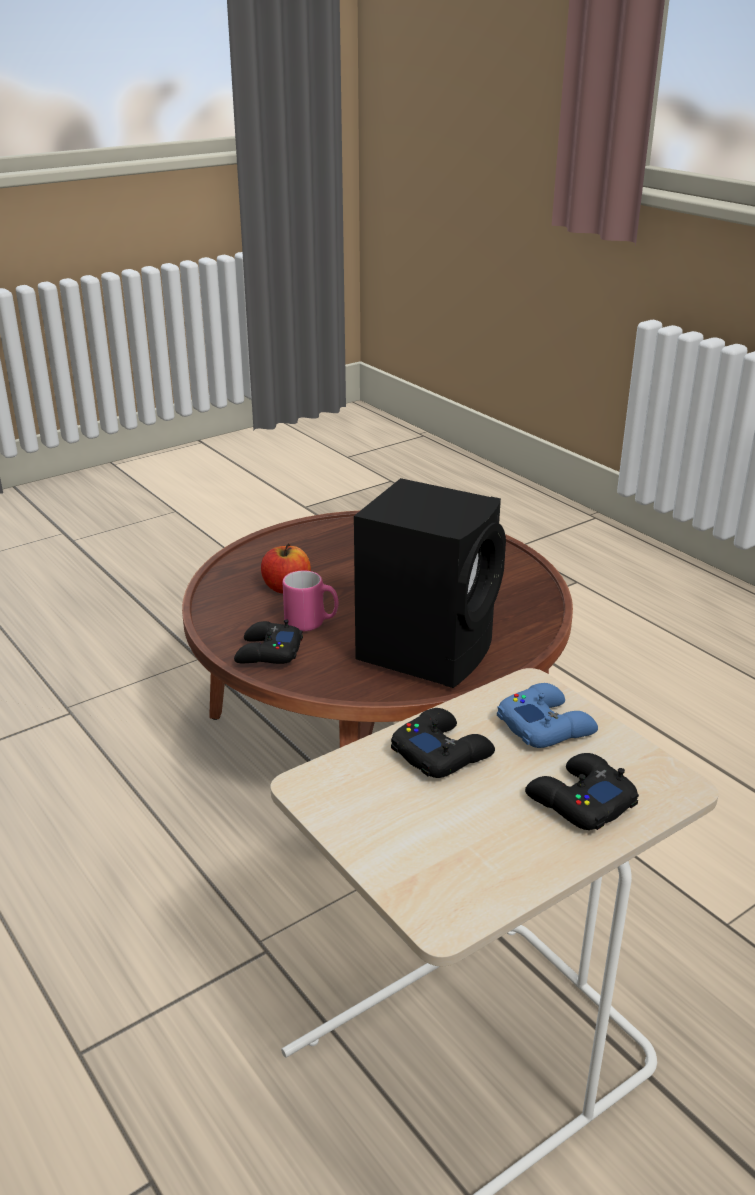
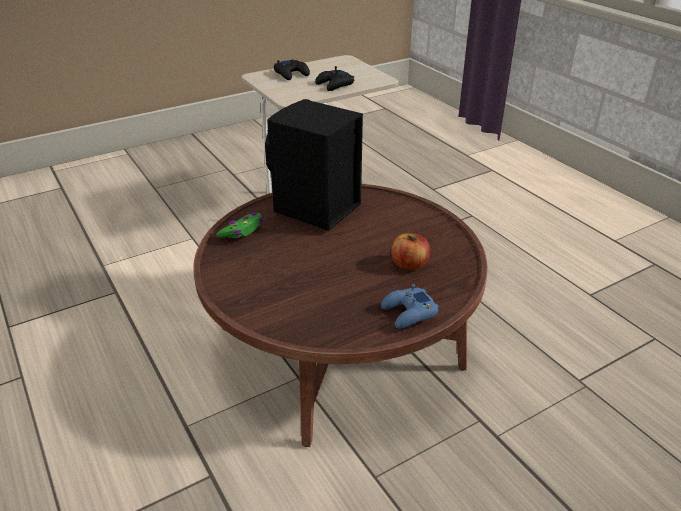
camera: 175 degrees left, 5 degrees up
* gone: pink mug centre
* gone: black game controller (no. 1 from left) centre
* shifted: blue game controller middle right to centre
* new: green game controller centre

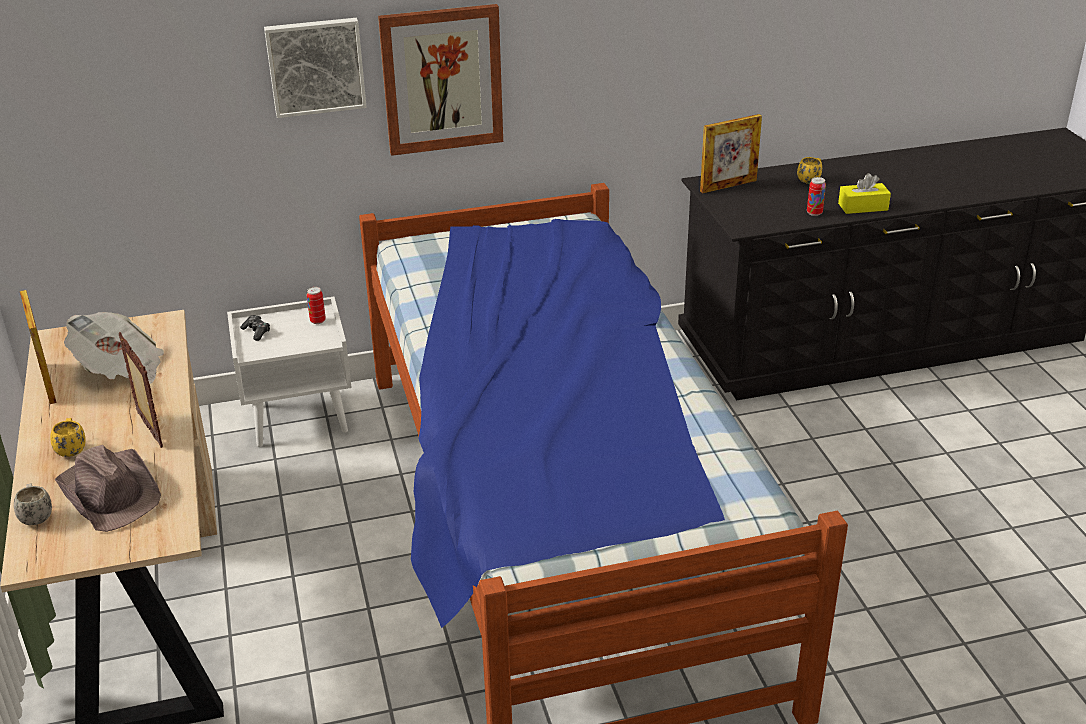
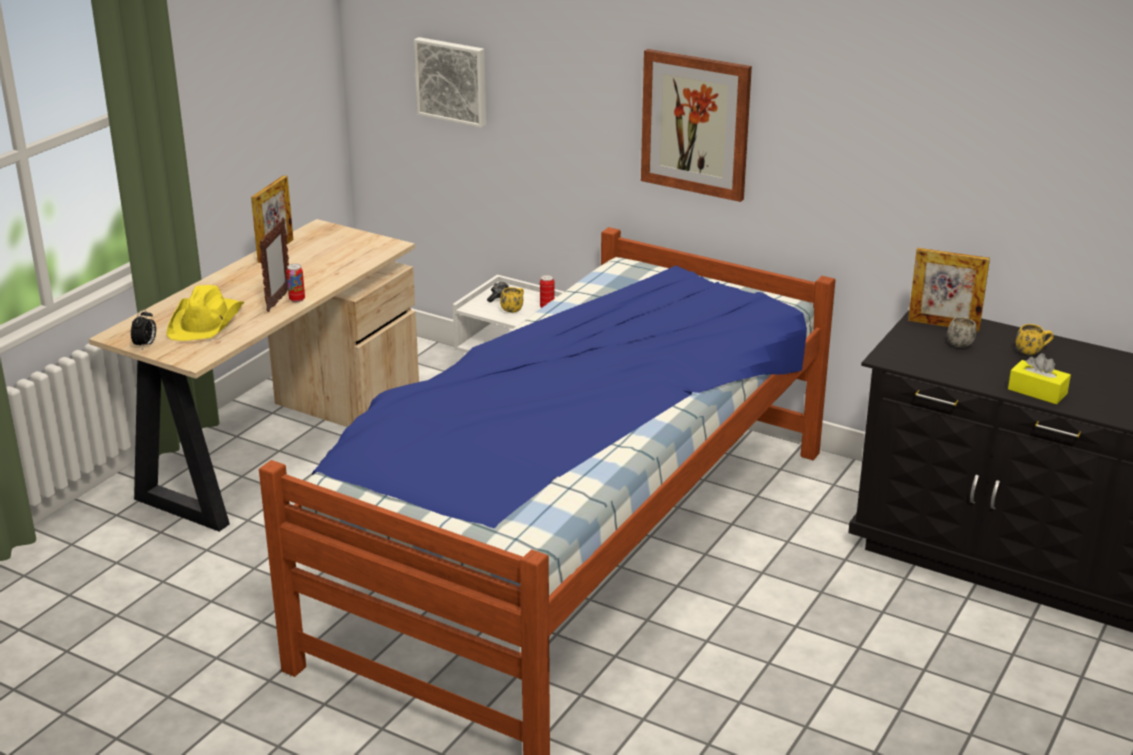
camera: 45 degrees right, 5 degrees down
* shifted: picture (no. 1 from left) top left to top centre
* shifted: can (no. 2 from left in the first image) top right to can (no. 1 from left) middle left
* gone: newspaper middle left
* shifted: yellow mug (no. 1 from left) middle left to centre
* repainted: brown hat bottom left to yellow hat middle left
* shifted: white mug bottom left to middle right
* new: alarm clock middle left

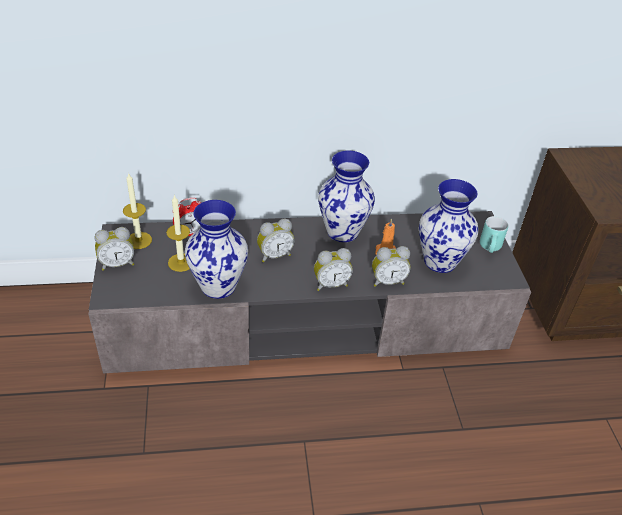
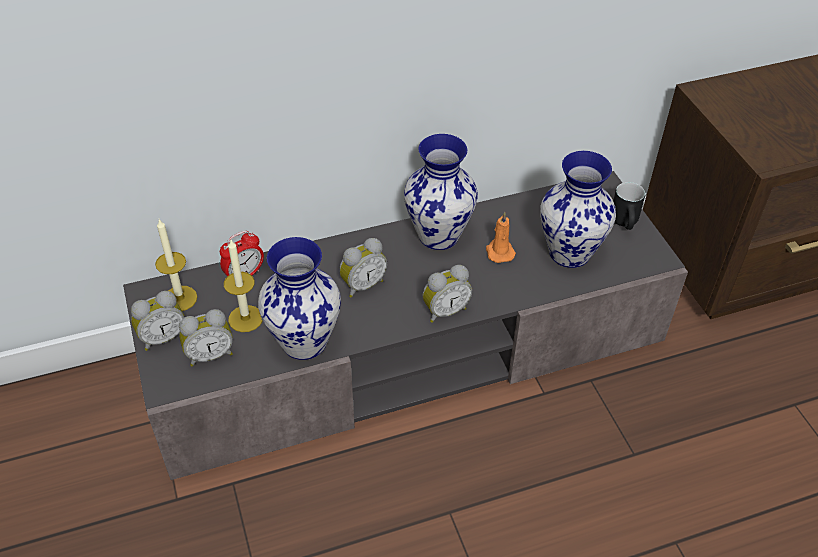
camera: 10 degrees left, 5 degrees up
* repainted: turquoise mug middle right to black mug middle right
* shifted: alarm clock (no. 5 from left in the first image) centre to alarm clock (no. 2 from left) middle left

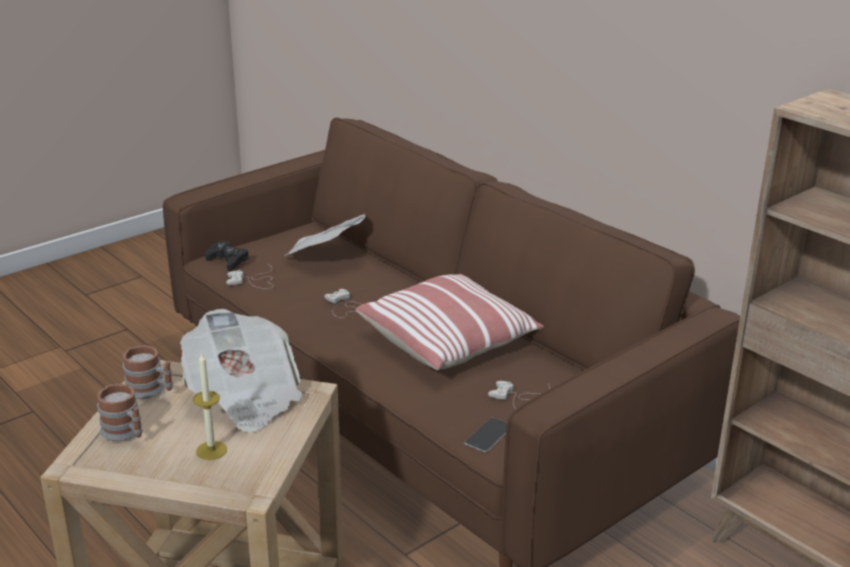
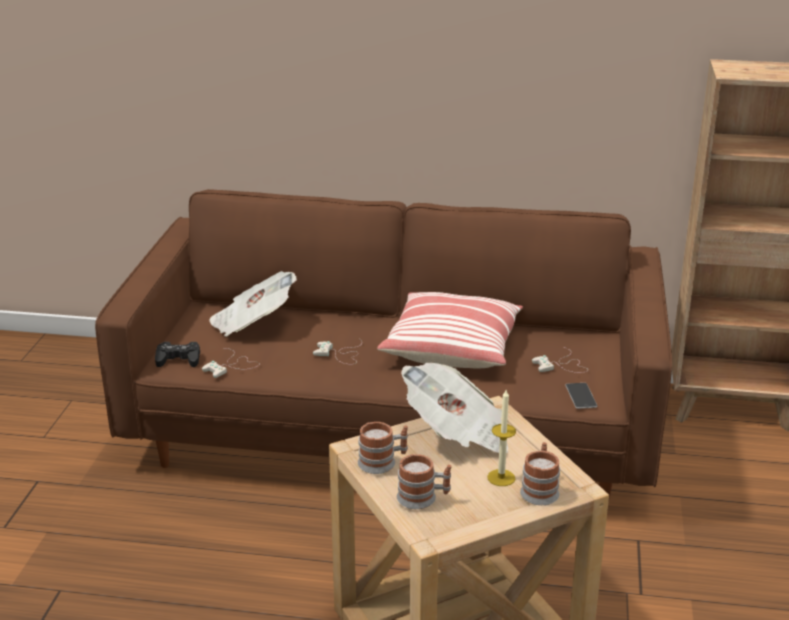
camera: 40 degrees left, 0 degrees up
* new: mug (no. 3 from left) bottom right

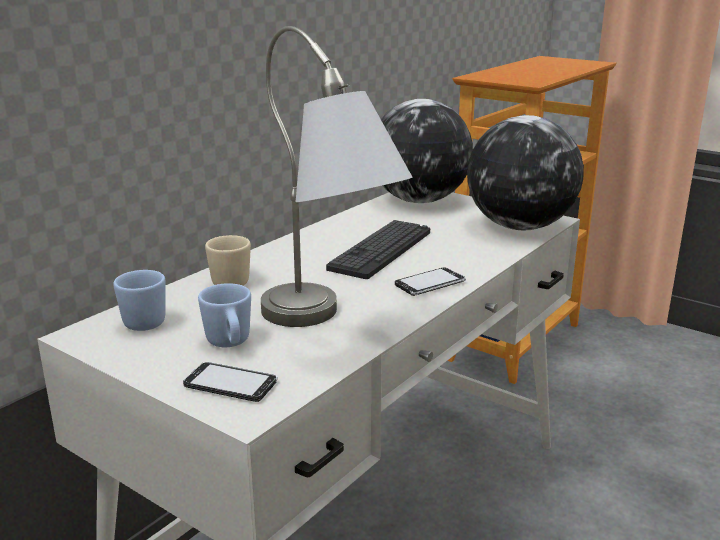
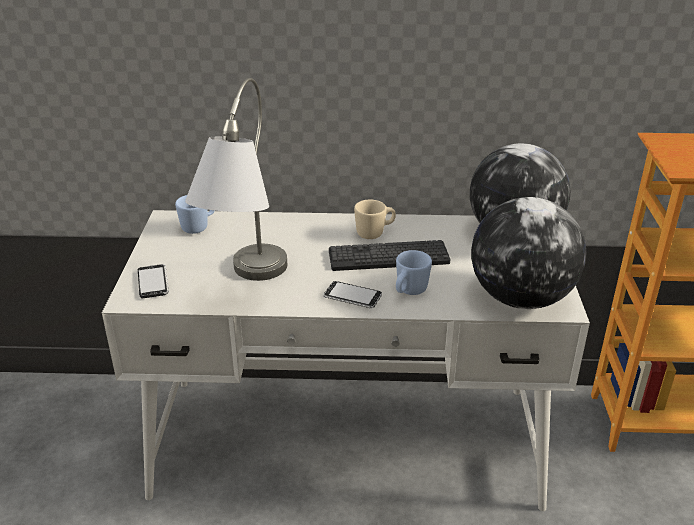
camera: 55 degrees right, 10 degrees up
* shifted: beige mug middle left to centre
* shifted: blue mug (no. 2 from left) middle left to centre

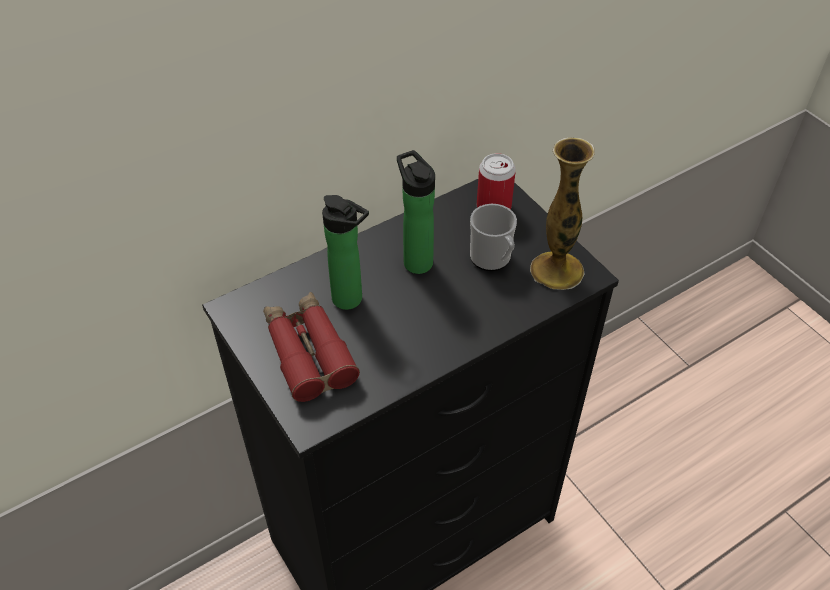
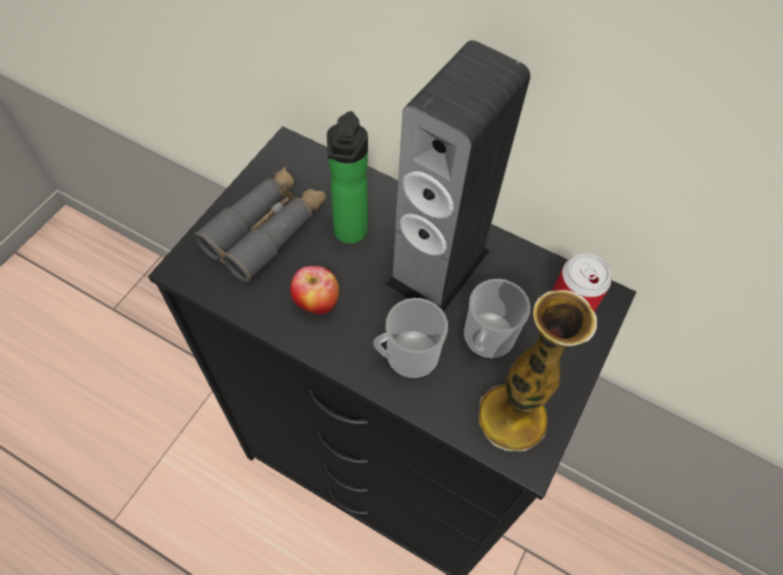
camera: 60 degrees right, 10 degrees up
* swapped: bottle (no. 2 from left) centre to speaker top centre
* repainted: red binoculars centre to grey binoculars middle left
* new: apple centre
* new: mug (no. 1 from left) centre

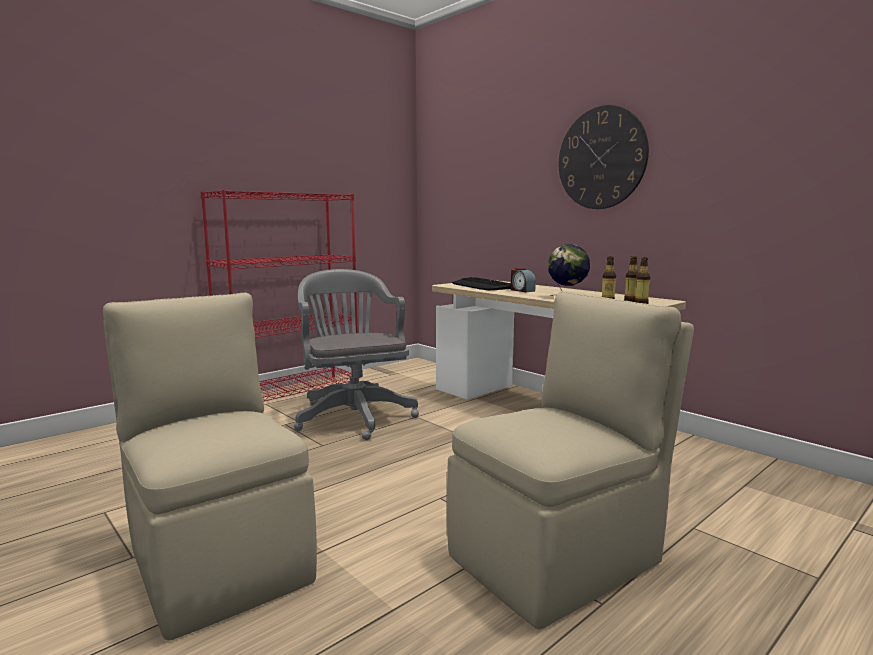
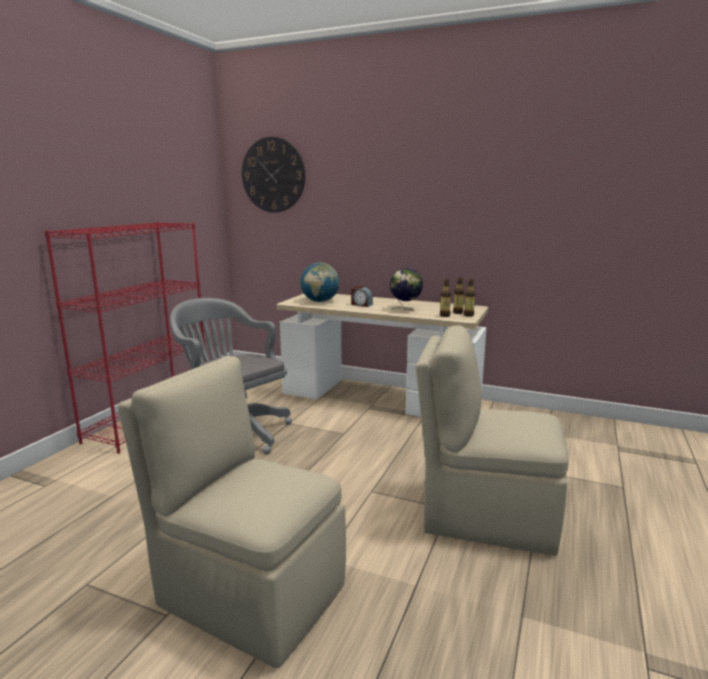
camera: 25 degrees left, 5 degrees up
* shifted: wall clock top right to top centre
* swapped: keyboard centre to globe (no. 1 from left) centre
* rotated: beige chair (no. 2 from left) bottom centre = middle right 105 degrees counterclockwise

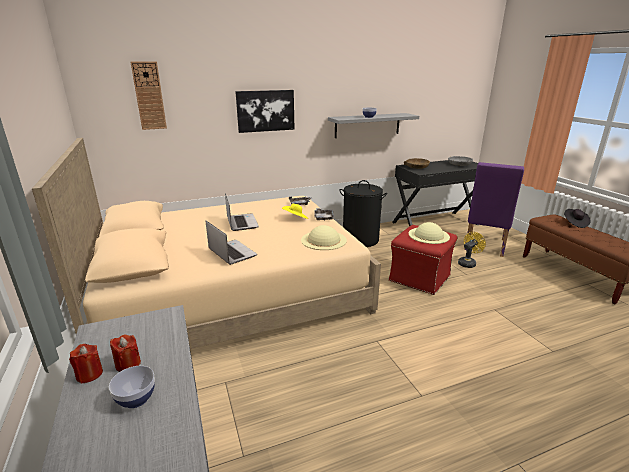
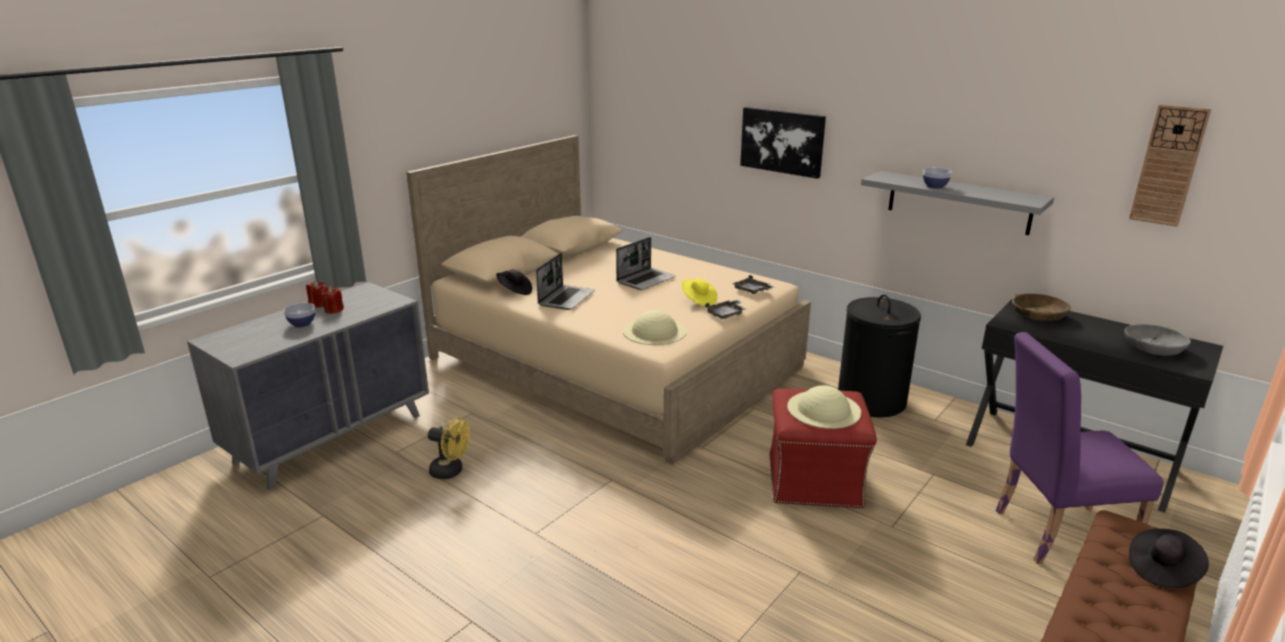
camera: 60 degrees right, 0 degrees up
* shifted: wall clock top left to top right
* shifted: yellow fan middle right to bottom centre
* new: black hat (no. 1 from left) centre

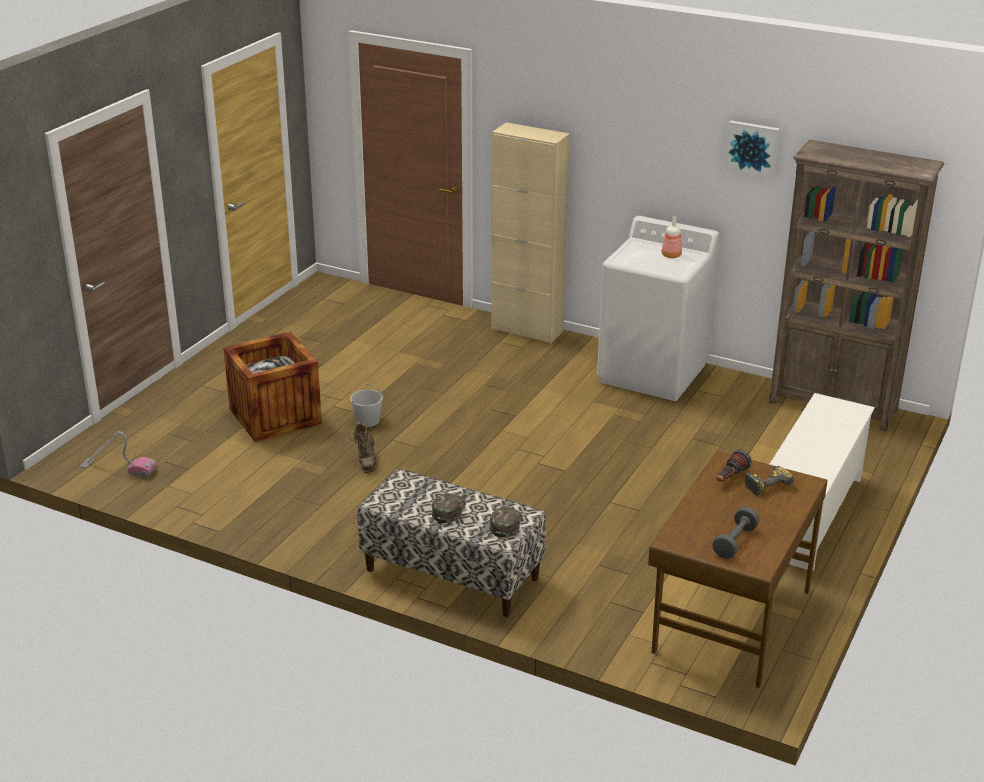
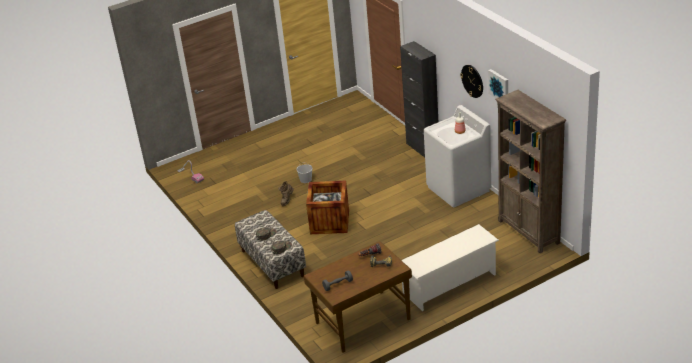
camera: 35 degrees right, 5 degrees up
* repainted: beige cabinet top centre to black cabinet top centre
* shifted: crate middle left to centre
* new: wall clock top right

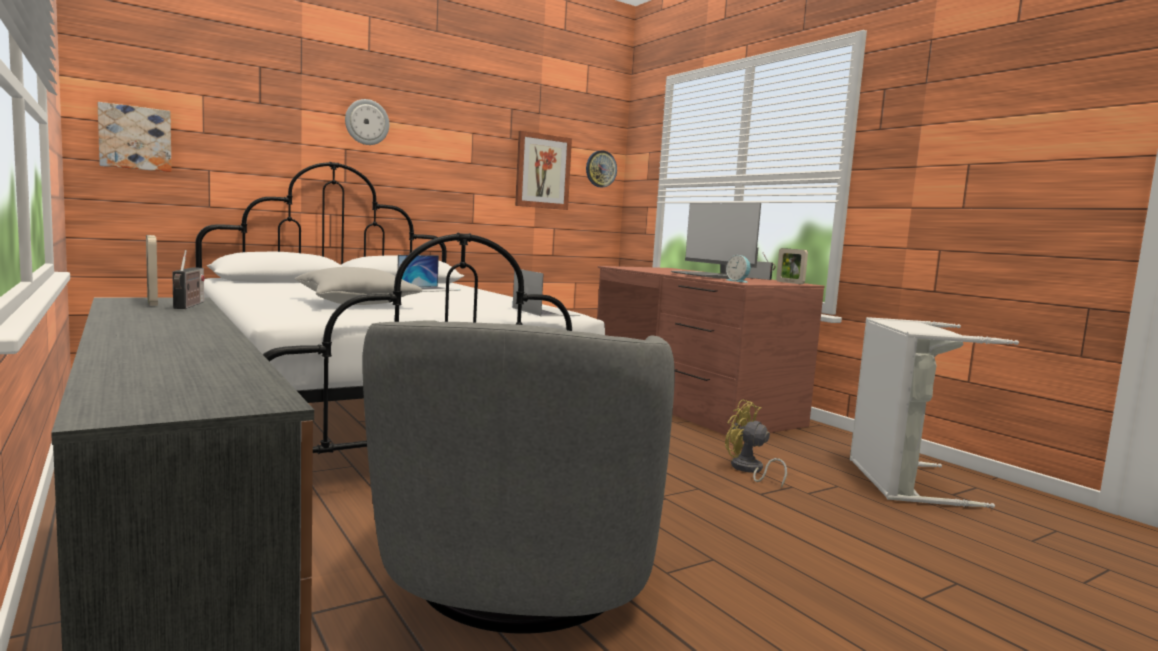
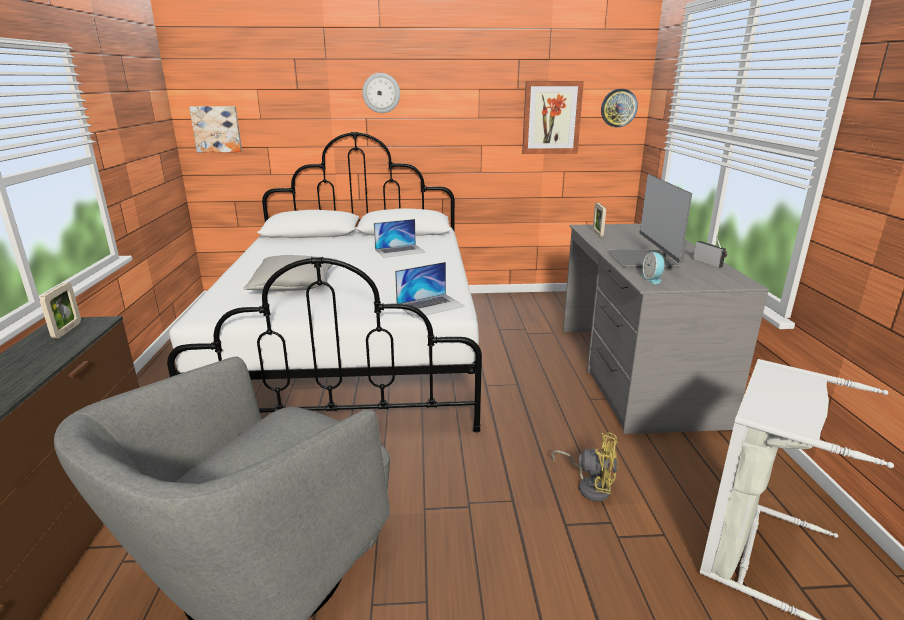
camera: 30 degrees right, 15 degrees up
* shifted: picture frame (no. 2 from left) middle right to centre
* gone: radio (no. 1 from left) middle left
* repainted: brown desk centre to grey desk middle right
* rotated: laptop (no. 2 from left) centre = centre 60 degrees clockwise
* rotated: yellow fan bottom centre = bottom centre 135 degrees clockwise

